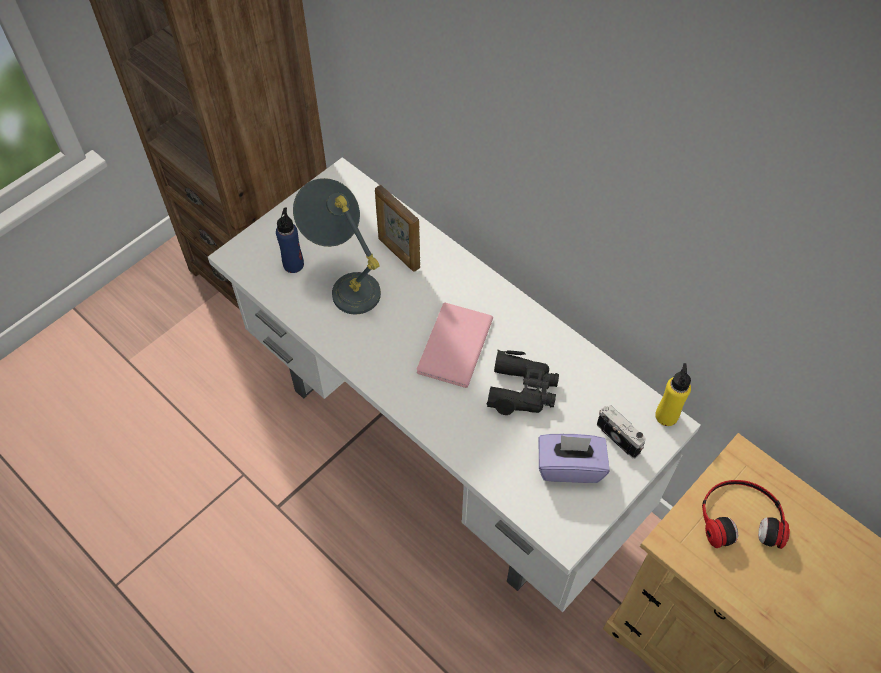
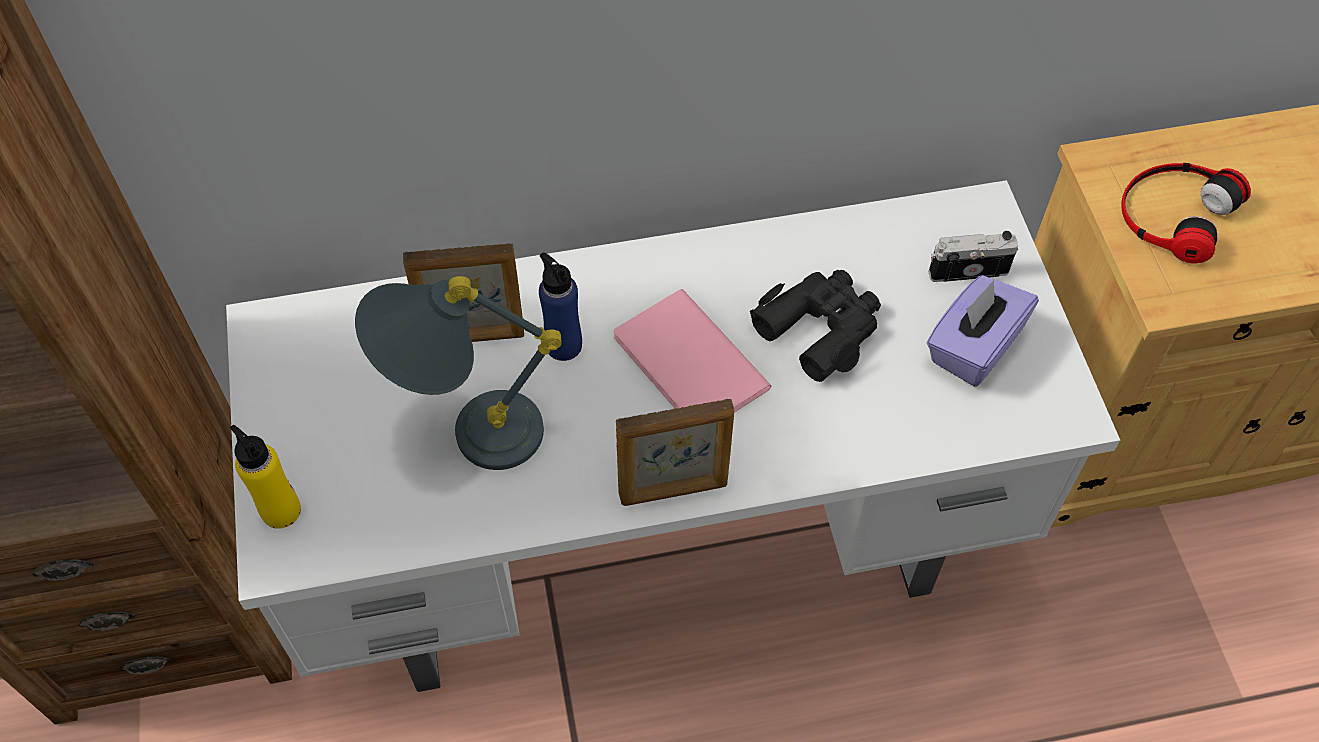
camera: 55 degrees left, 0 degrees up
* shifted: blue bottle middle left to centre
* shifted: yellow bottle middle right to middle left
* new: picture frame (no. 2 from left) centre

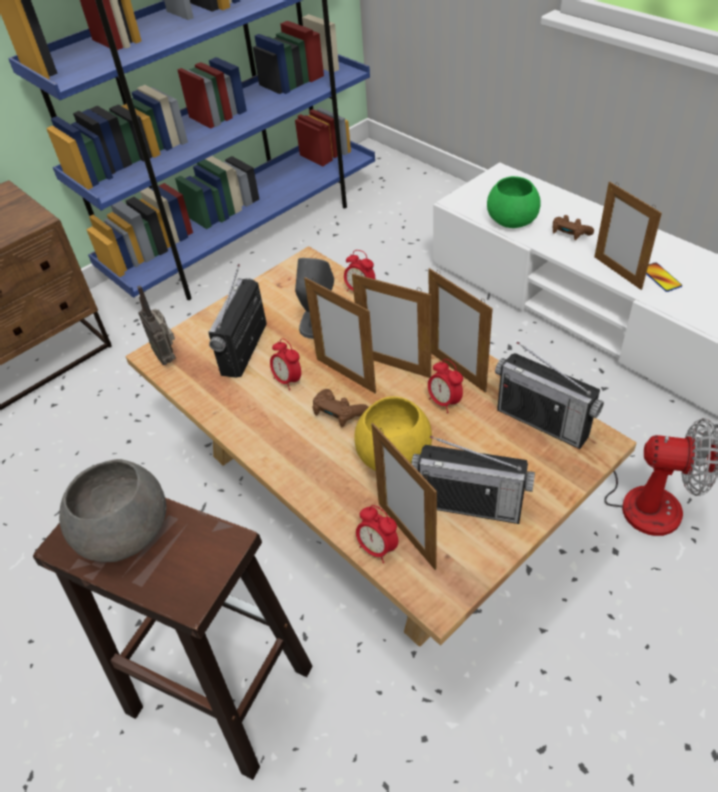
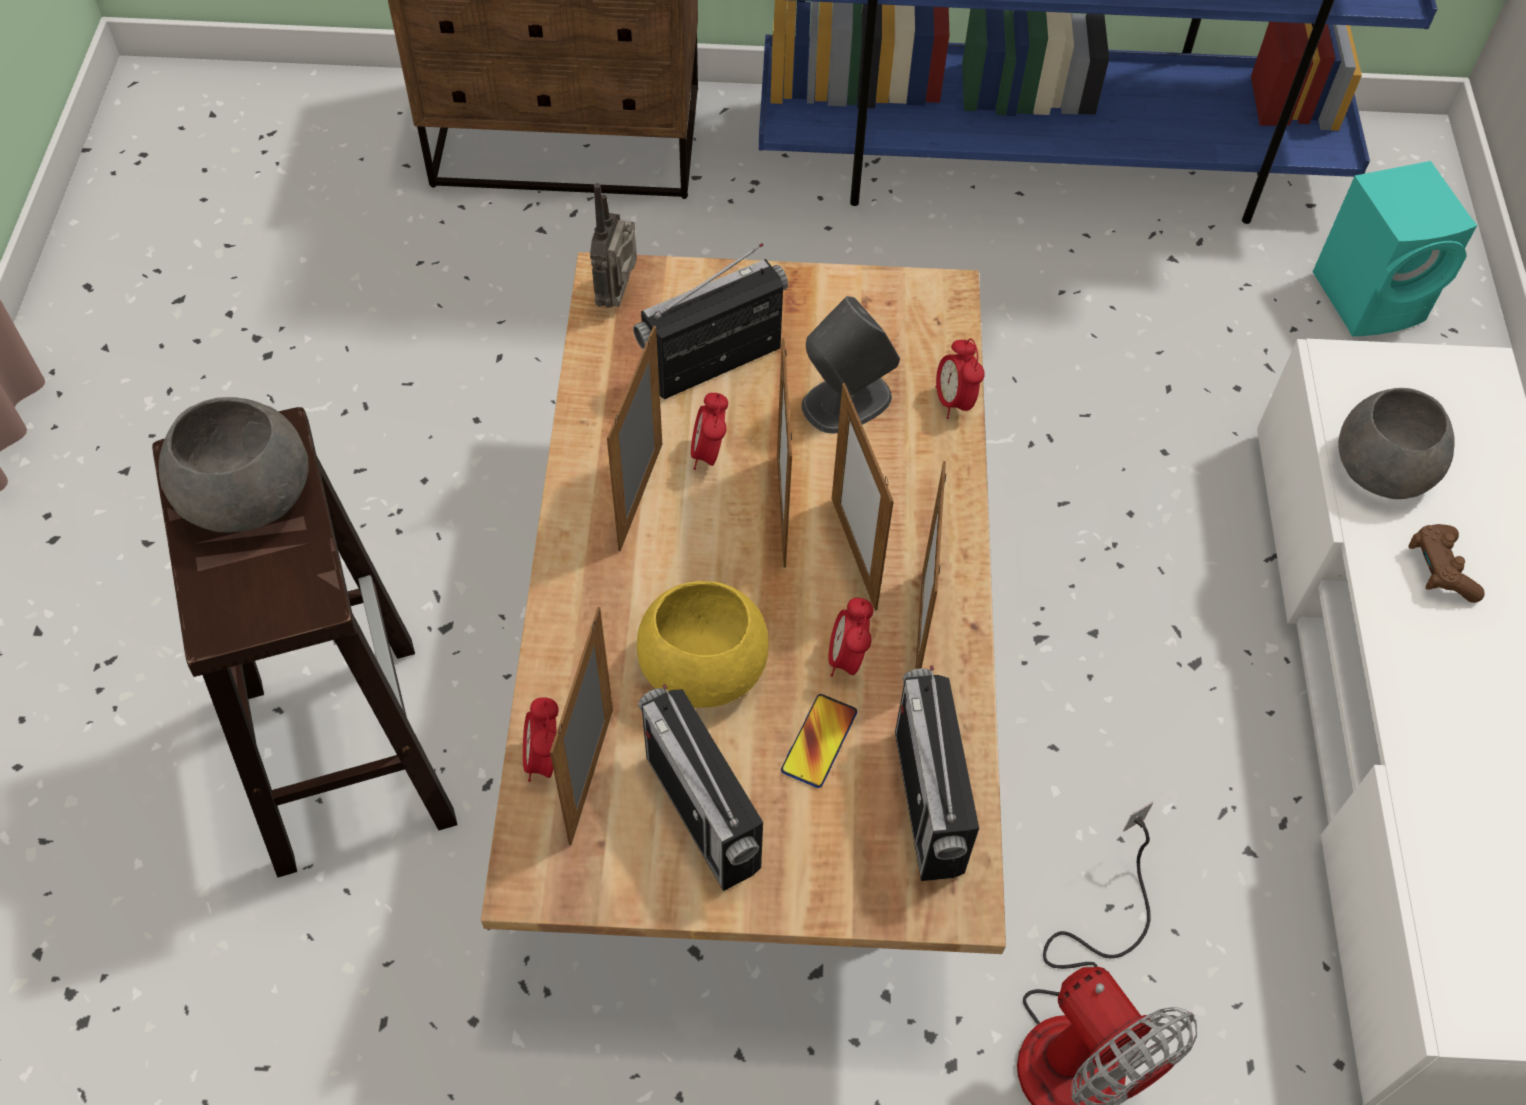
camera: 40 degrees right, 10 degrees up
* repainted: green bowl top right to grey bowl (no. 2 from left) middle right
* shifted: picture frame (no. 5 from left in the first image) top right to picture frame (no. 2 from left) centre
* shifted: phone middle right to bottom centre
* gone: brown game controller (no. 1 from left) centre
* new: turquoise speaker top right

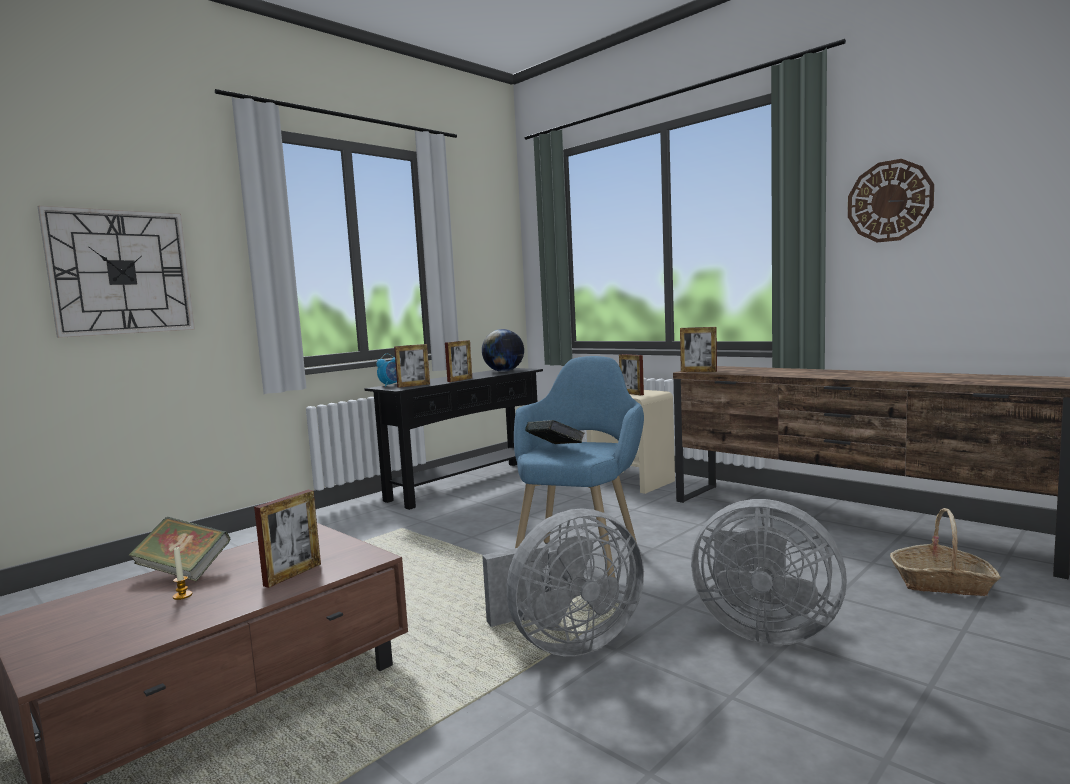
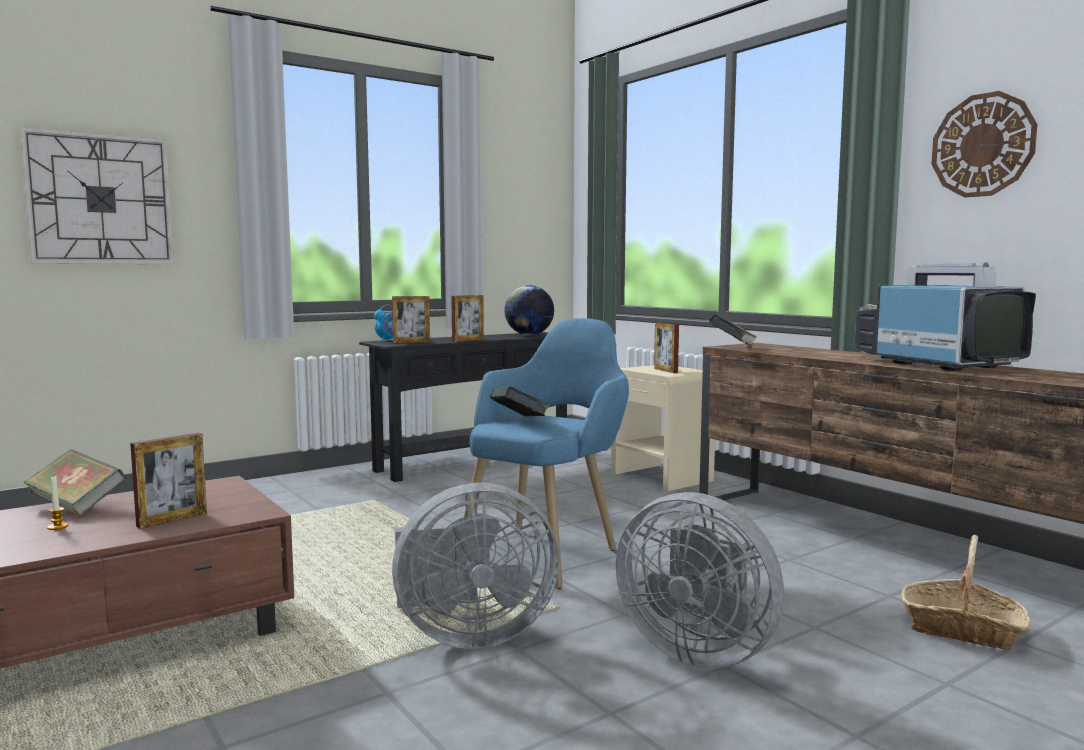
camera: 10 degrees right, 0 degrees up
* swapped: picture frame (no. 5 from left) centre to book (no. 3 from left) middle right
* new: television middle right

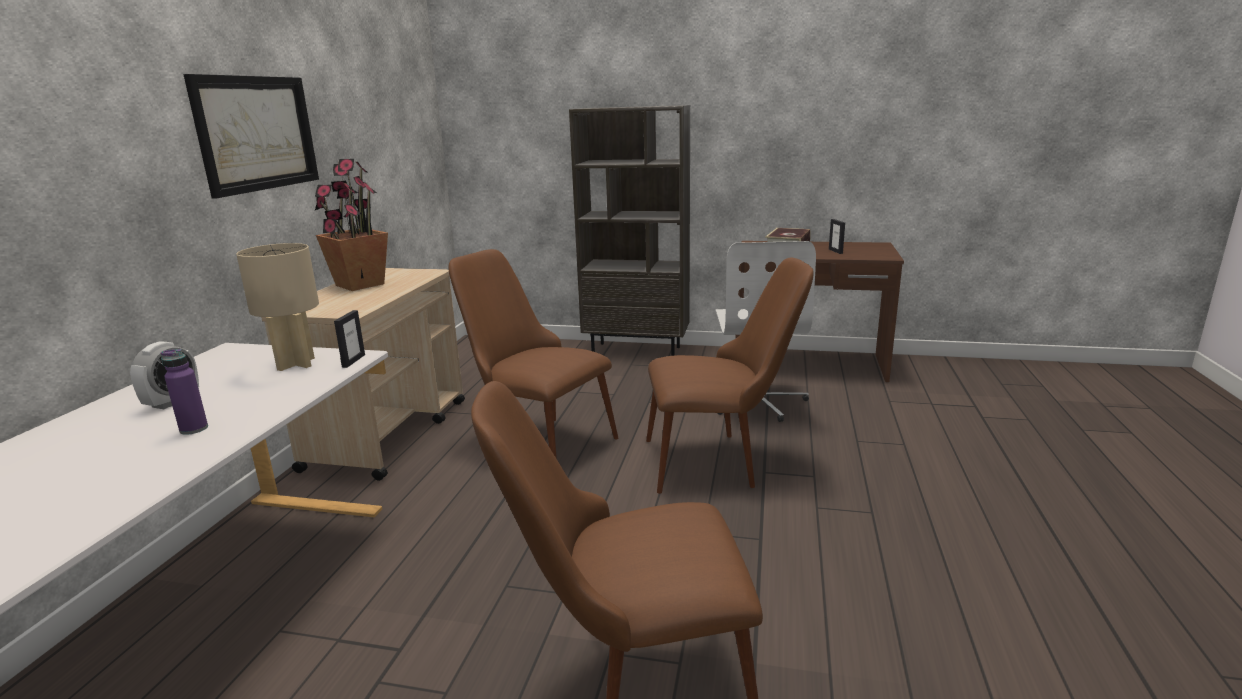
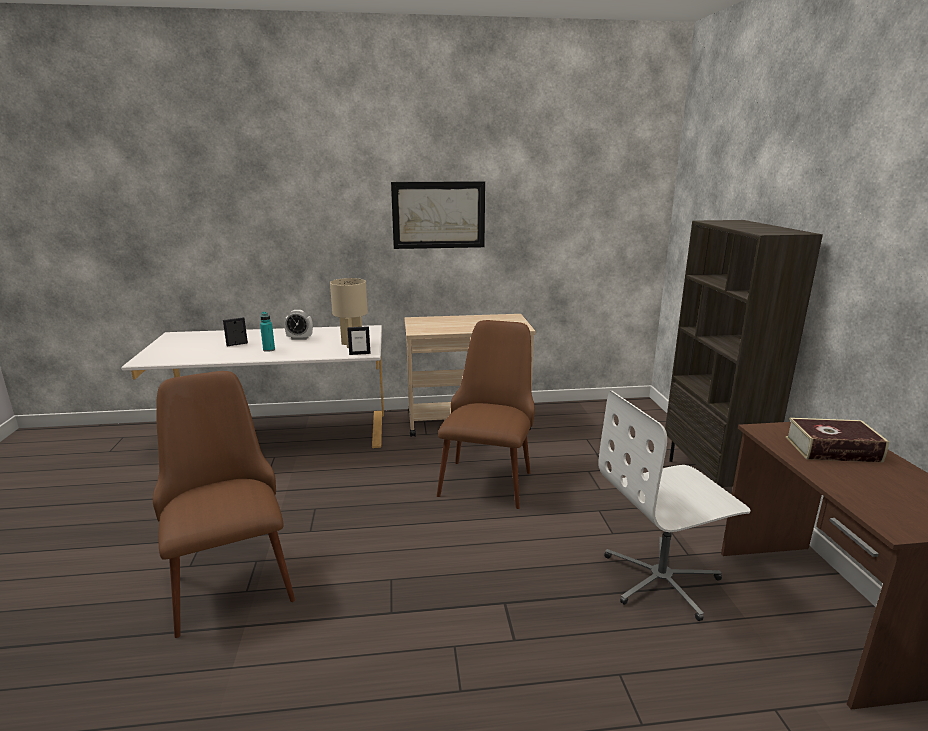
camera: 70 degrees right, 0 degrees up
* gone: potted plant top left
* shifted: picture frame (no. 2 from left in the first image) middle right to picture frame (no. 1 from left) middle left
* gone: brown chair (no. 3 from left) centre
* repainted: purple bottle middle left to turquoise bottle middle left

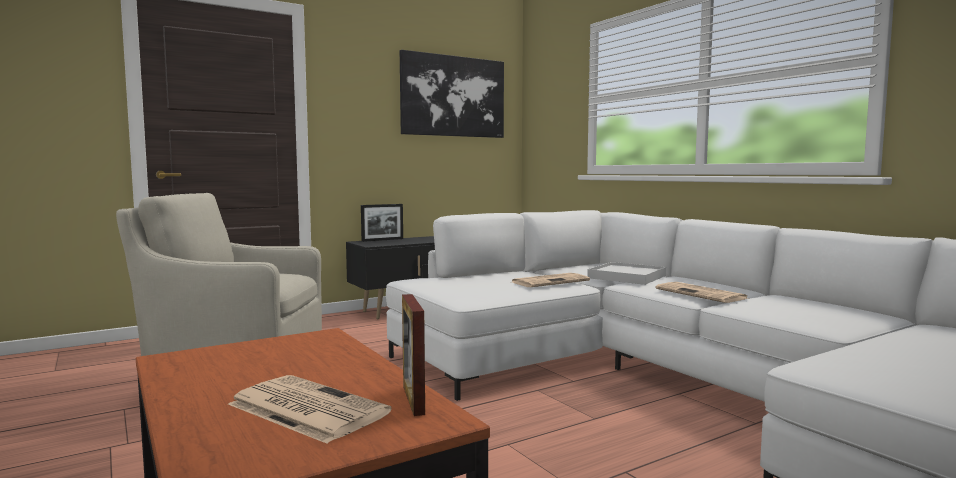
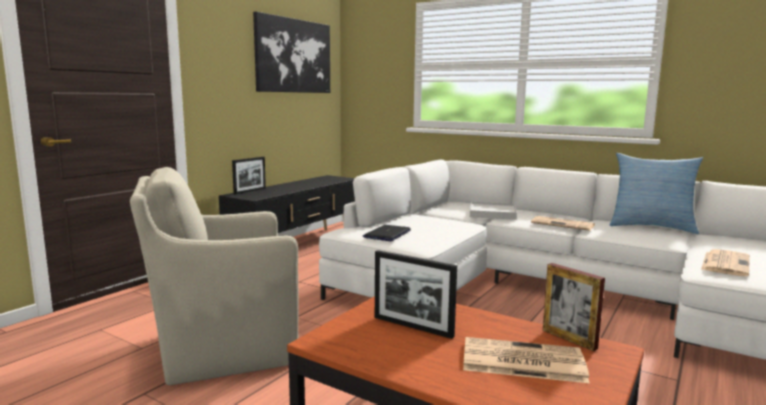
camera: 25 degrees left, 5 degrees up
* shifted: newspaper (no. 2 from left in the first image) centre to newspaper (no. 3 from left) middle right
* new: pillow middle right
* new: laptop centre
* new: picture frame (no. 2 from left) bottom centre

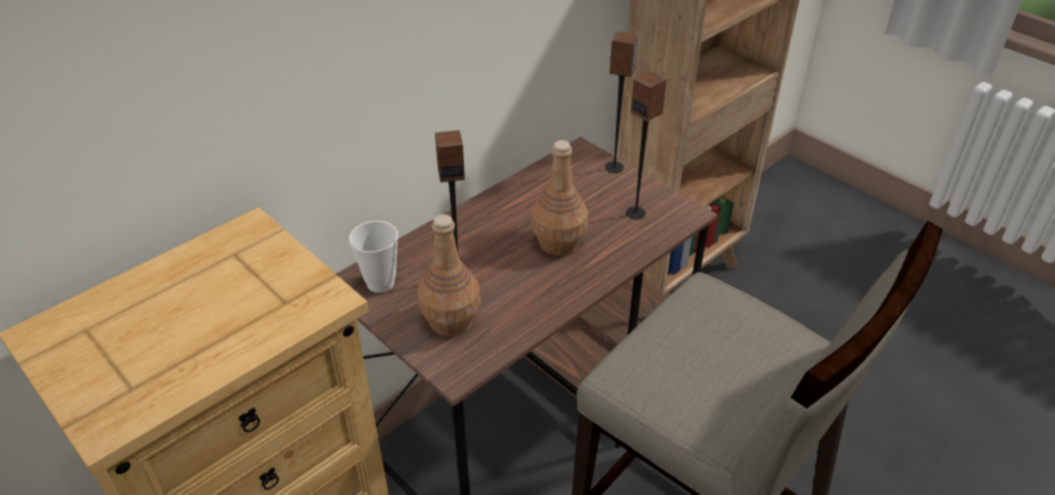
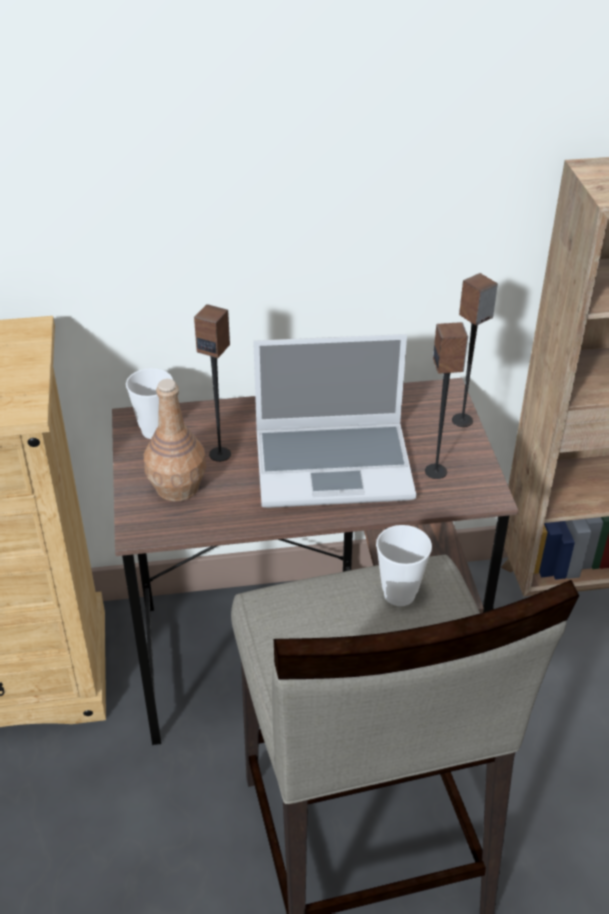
camera: 35 degrees right, 0 degrees up
* swapped: brown bottle (no. 2 from left) centre to laptop centre
* new: cup (no. 2 from left) centre

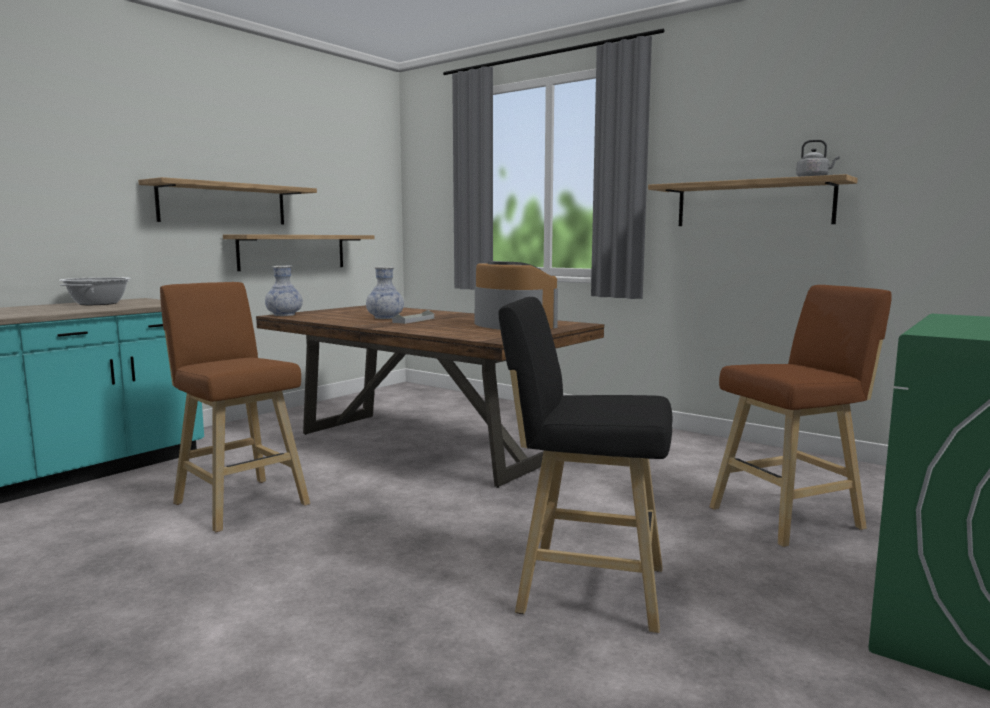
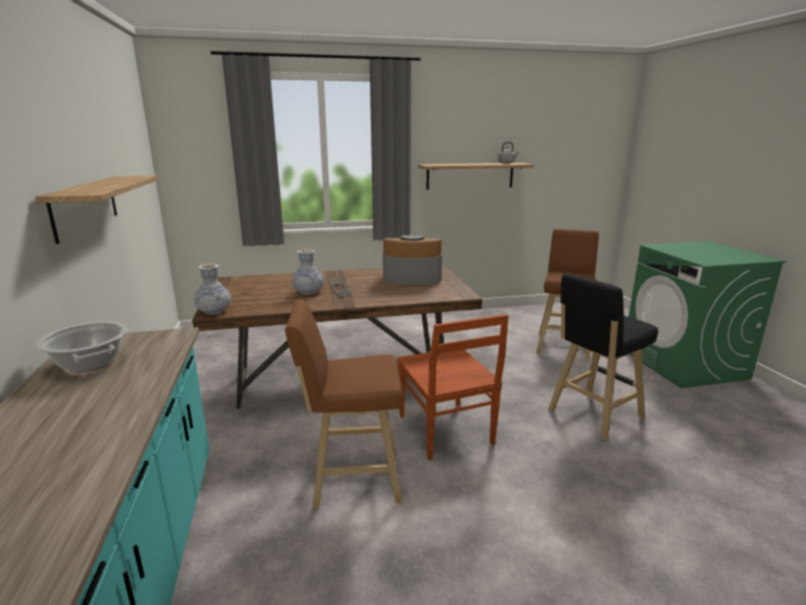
camera: 50 degrees left, 10 degrees up
* gone: shelf (no. 2 from left) middle left
* new: brown chair centre

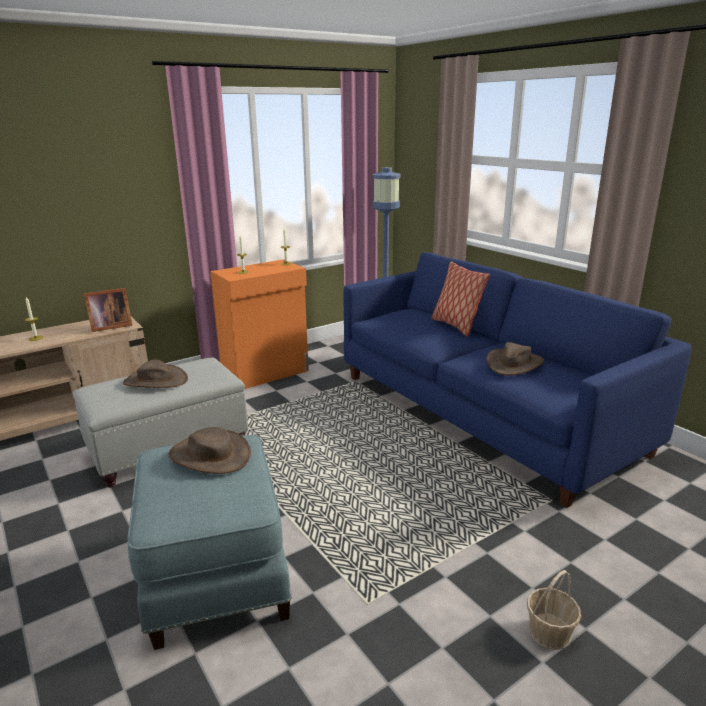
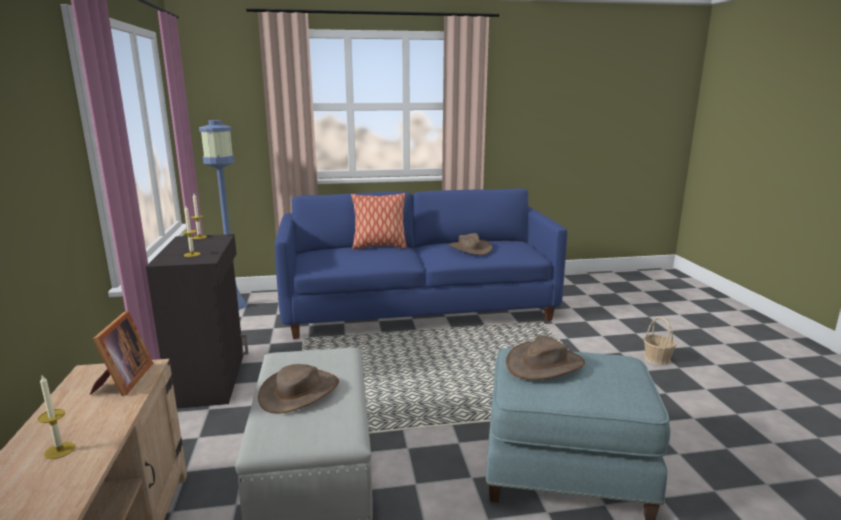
camera: 65 degrees left, 5 degrees down
* repainted: orange cabinet centre to black cabinet middle left

